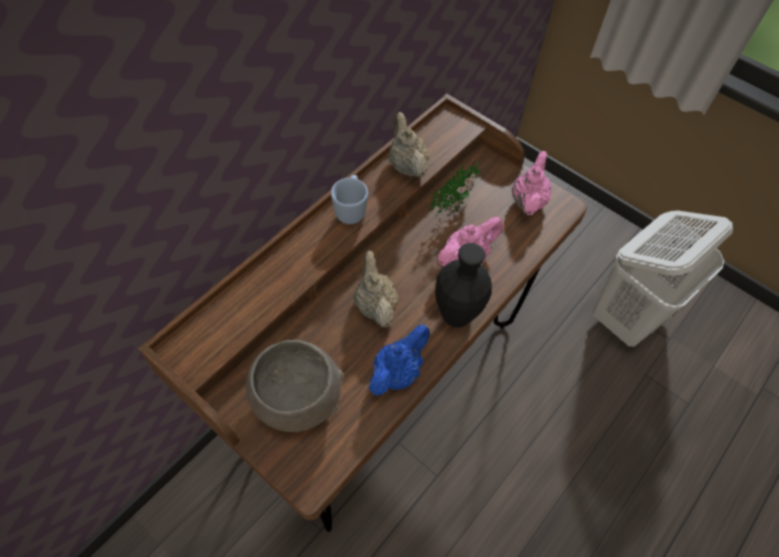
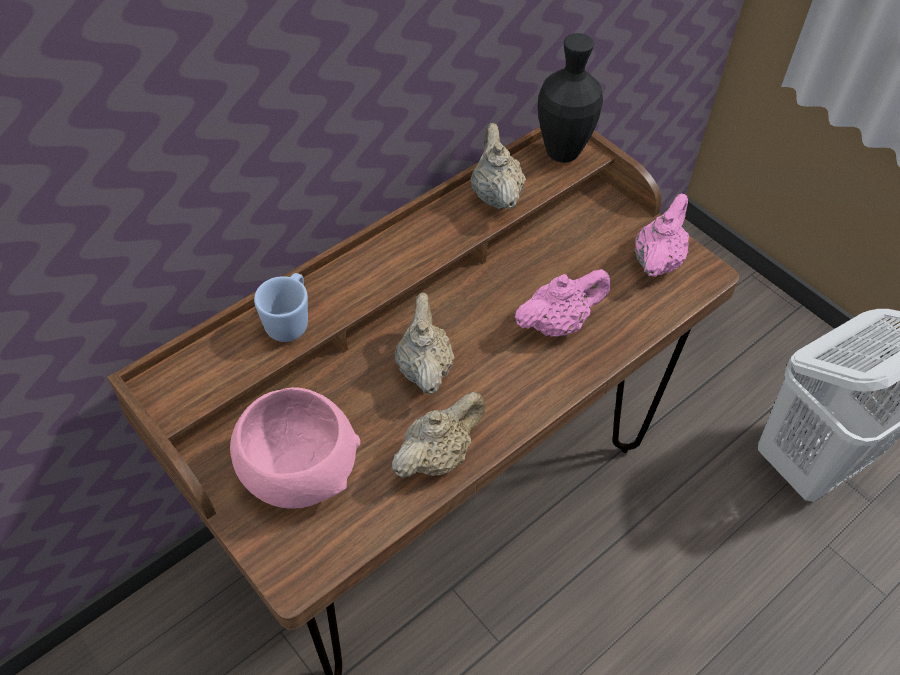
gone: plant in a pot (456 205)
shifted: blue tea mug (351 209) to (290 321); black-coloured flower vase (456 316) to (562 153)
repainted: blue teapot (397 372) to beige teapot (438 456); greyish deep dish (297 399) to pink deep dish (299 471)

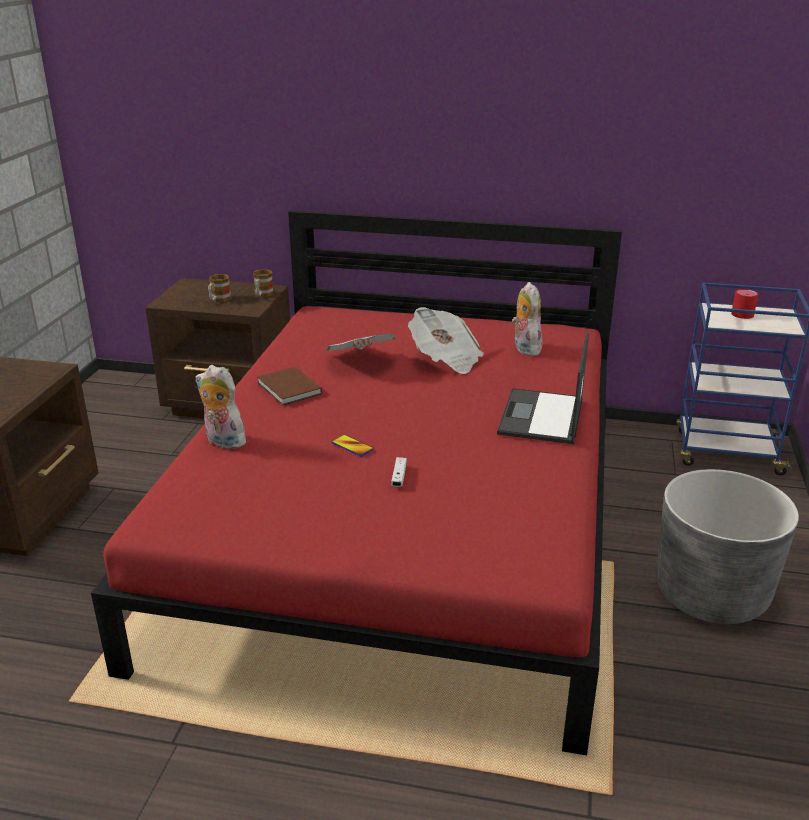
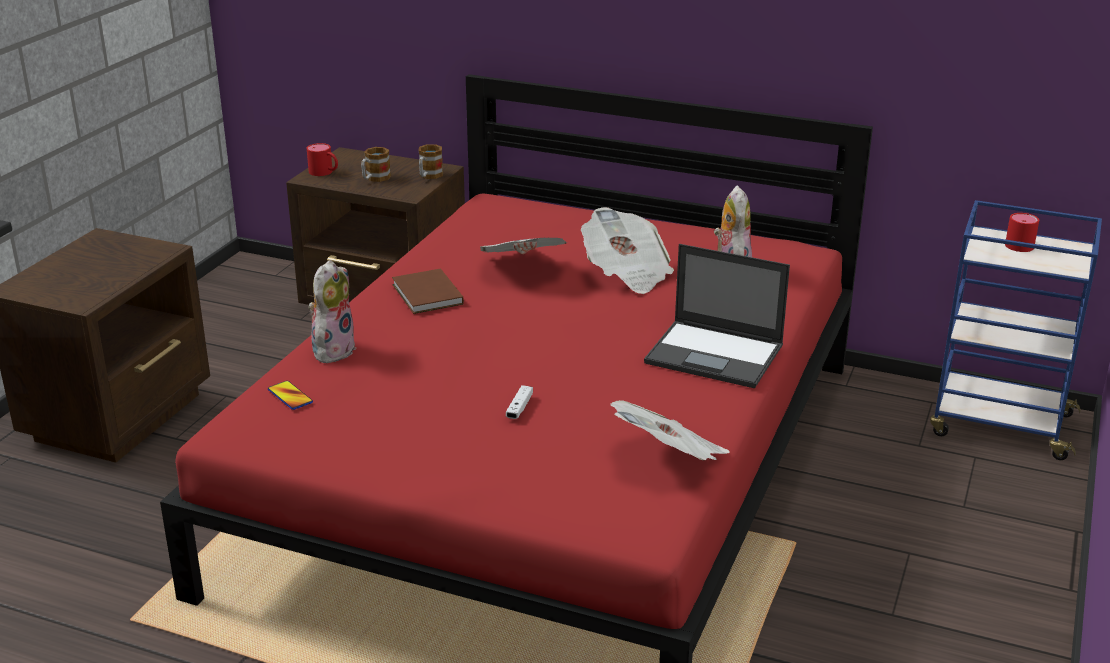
gone: greyish flower pot (711 593)
new: red tea mug (325 172); daily paper (670 458)
shifted: handset (352 446) to (290 396)
rotated: laptop (541 417) = (716 355) 90 degrees counterclockwise; soft toy (222 442) = (333 350) 75 degrees clockwise

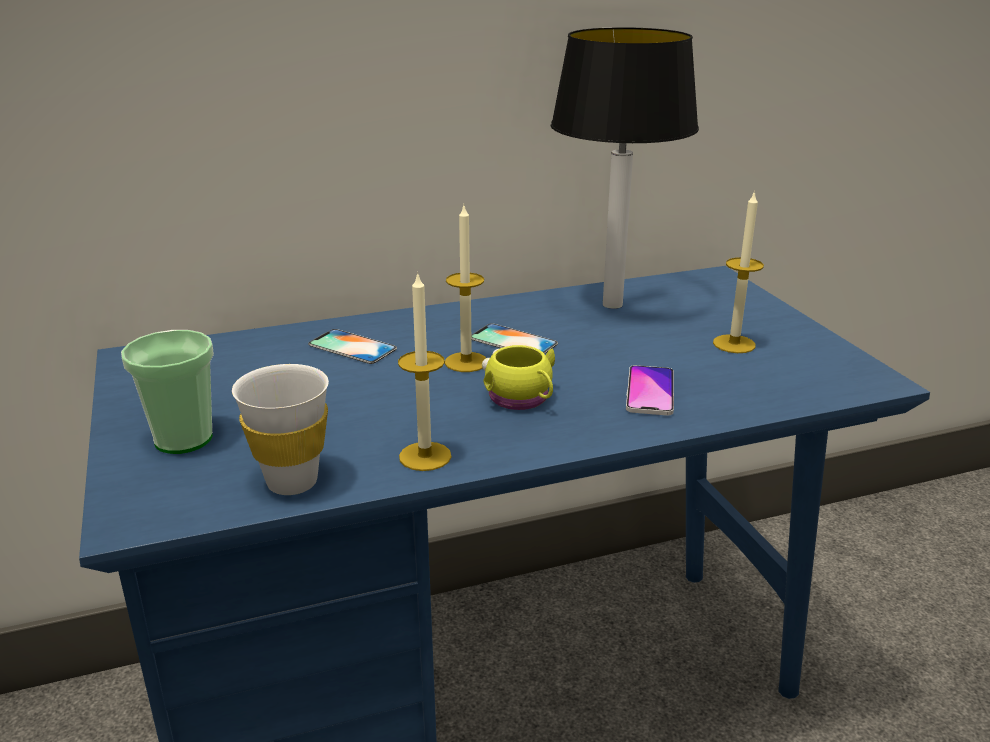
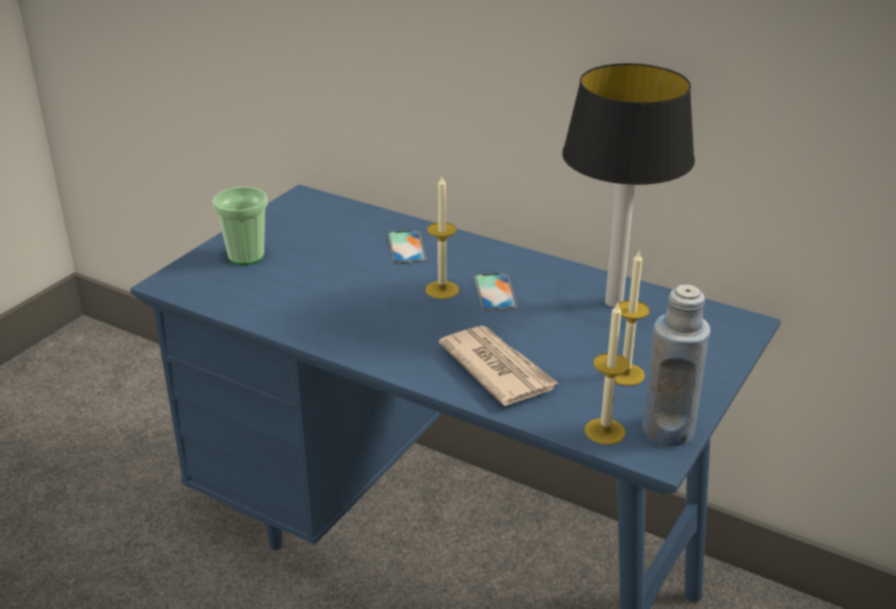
gone: yellowish tea mug (522 399); whitish cup (292 482)
new: blue beverage bottle (668 430)
shifted: wax light (425 456) to (604 431)
swapped: handset (650 392) to daily paper (497 368)

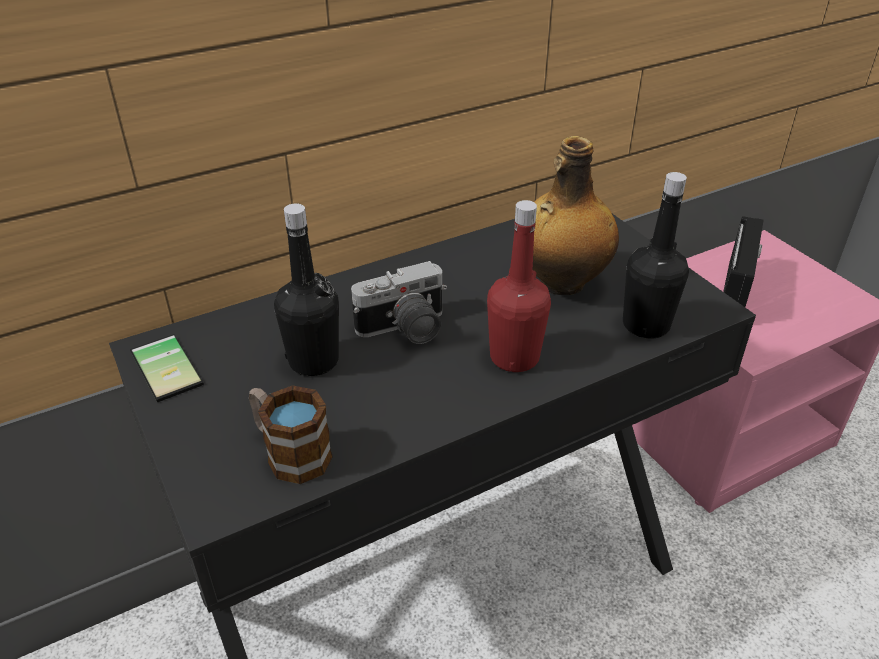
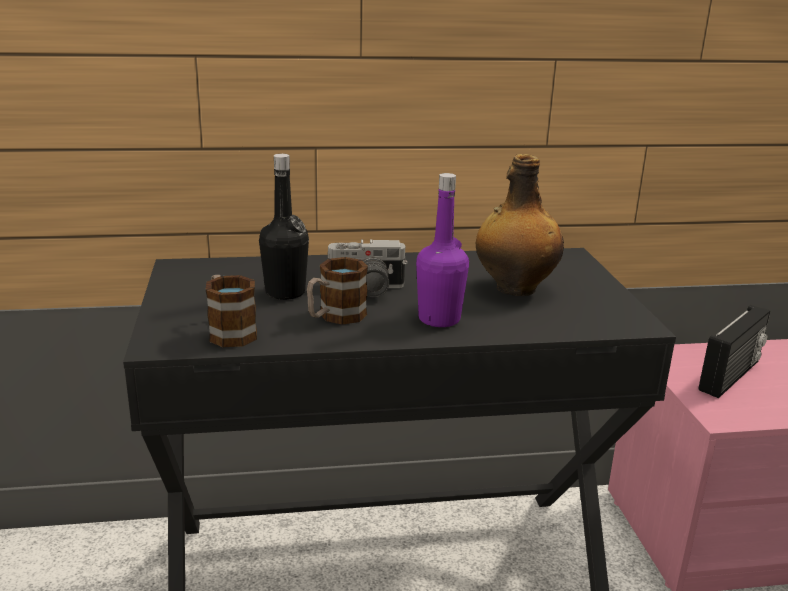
gone: black-coloured beverage bottle (646 325); handset (171 366)
new: tea mug (335 317)
repainted: red beverage bottle (514 357) to purplish beverage bottle (439 319)

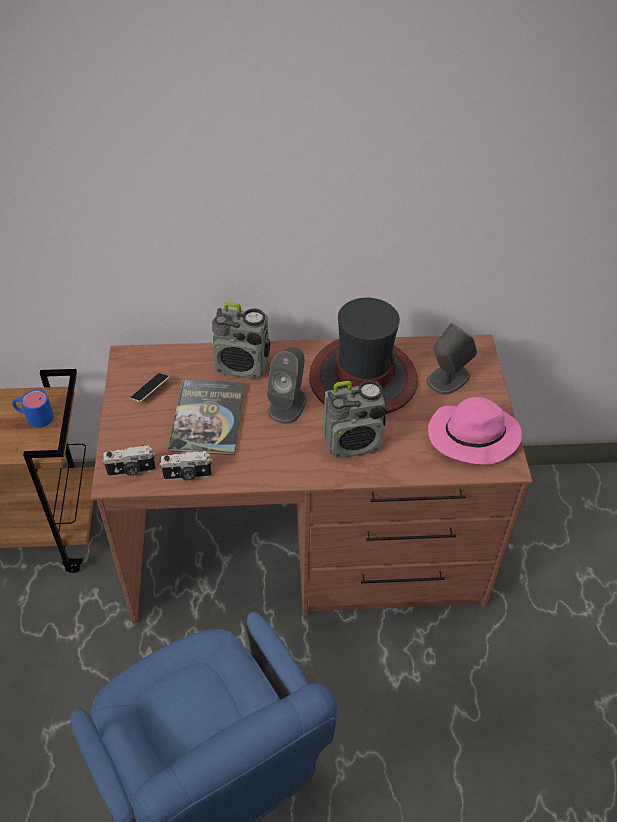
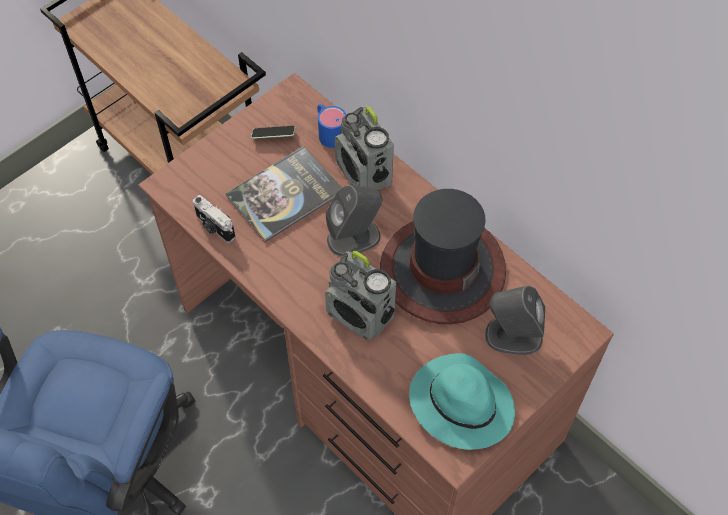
gone: still camera (131 471)
shifted: blue tea mug (34 417) to (329 131)
repainted: pink wearable hat (471 437) to turquoise-coloured wearable hat (459 403)

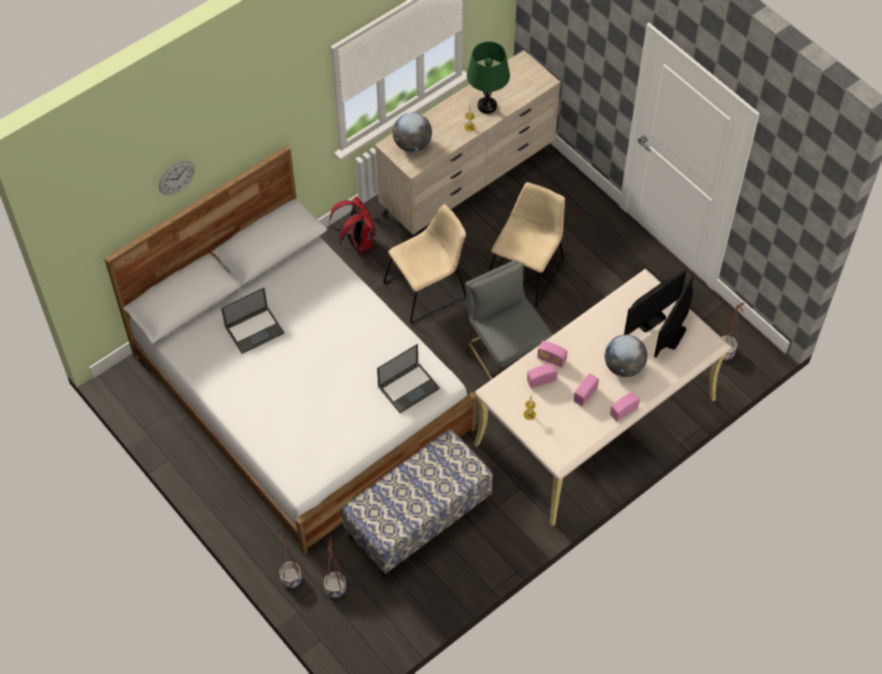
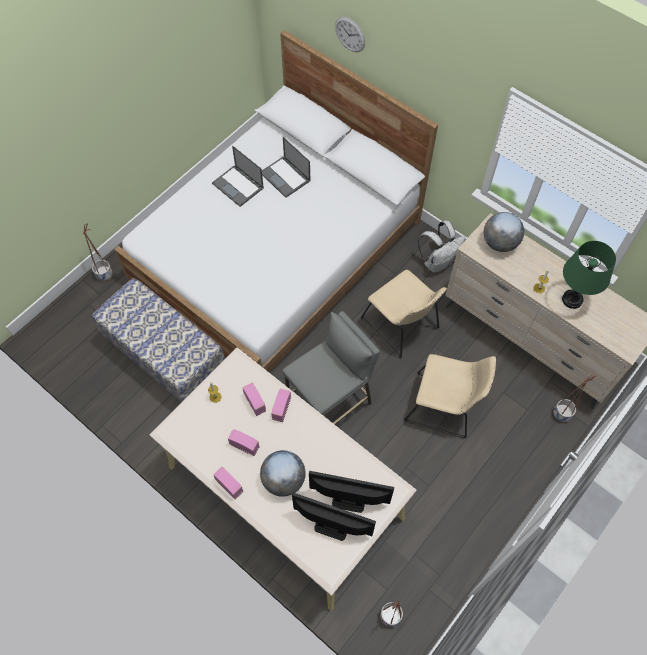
shifted: laptop (409 387) to (238 186); flower pot (335 589) to (561 414)
repainted: red backpack (357 242) to whitish backpack (437 262)
rotated: computer screen (649 319) = (348 500) 150 degrees clockwise

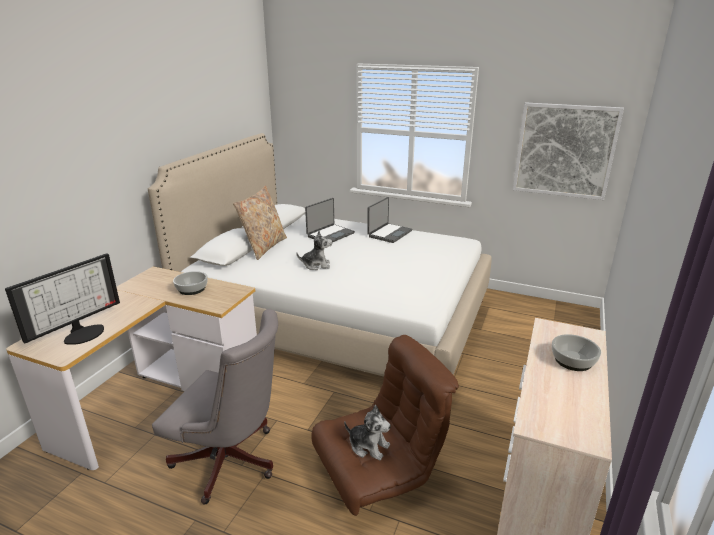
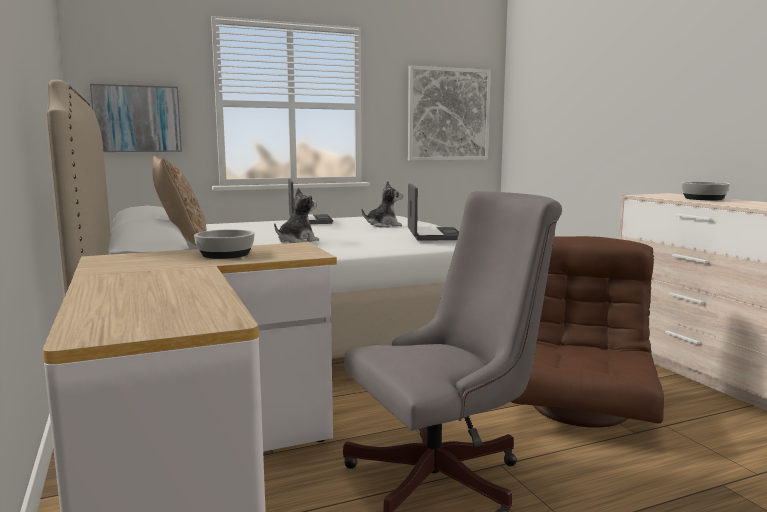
gone: computer screen (83 333)
new: wall picture (137 119)
shifted: laptop (330 234) to (433 235); soft toy (368 446) to (383 225)

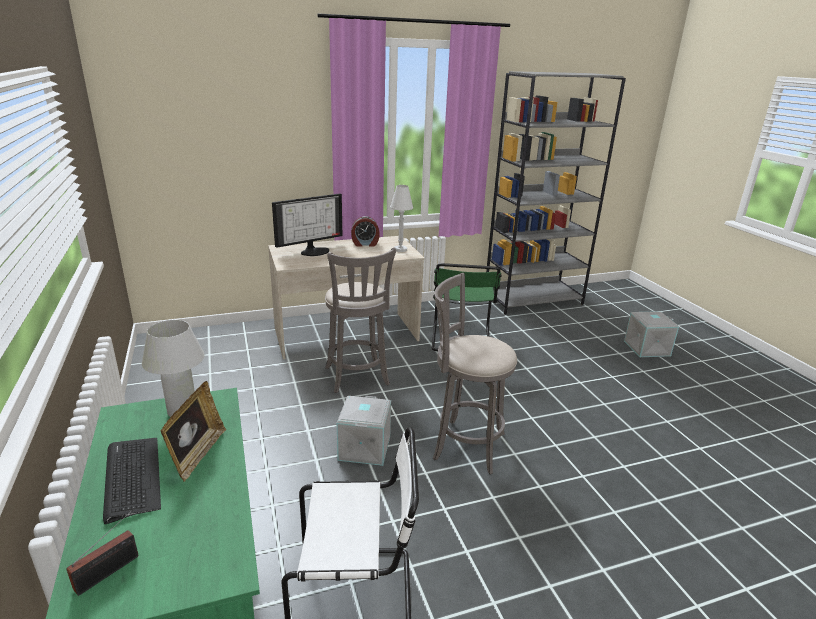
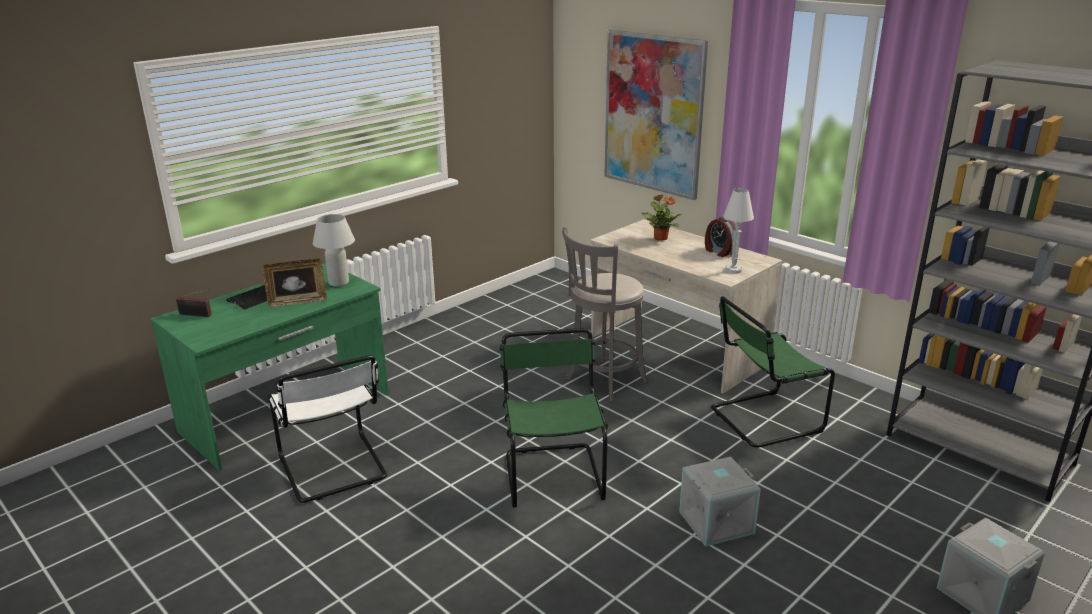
new: wall picture (653 113)
shifted: greyish storage container (363 447) to (716 521)
swapped: computer screen (314 251) to plant in a pot (660 238); greyish sitting stool (465 445) to green plain chair (552 473)

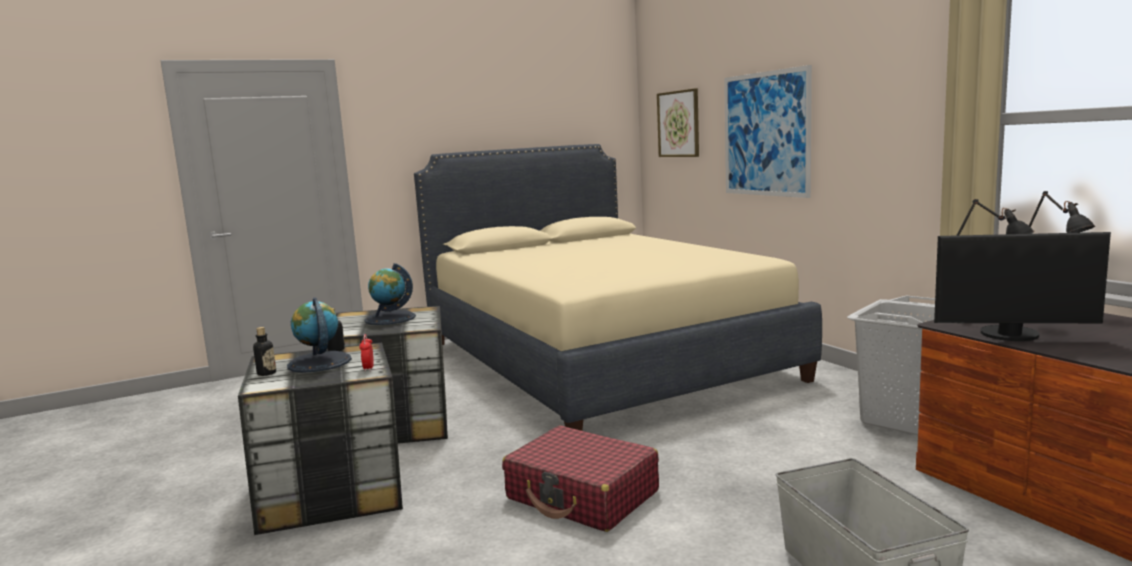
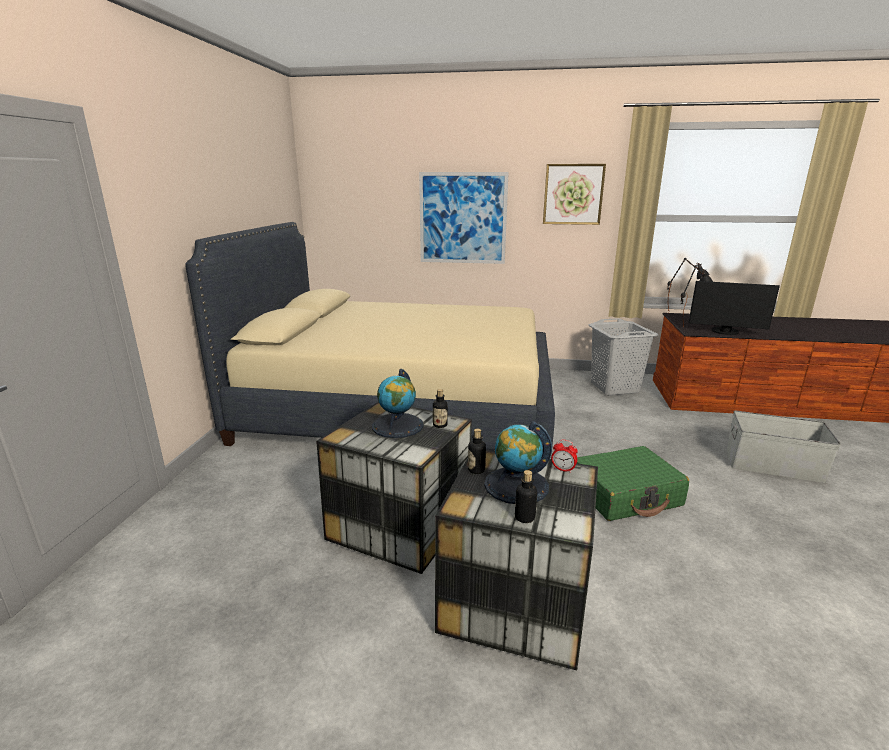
new: beverage bottle (440 425)
shifted: wall picture (678 124) to (573 194)
repainted: red travel case (582 495) to green travel case (626 495)
rotated: computer screen (1011 335) = (725 332) 60 degrees clockwise

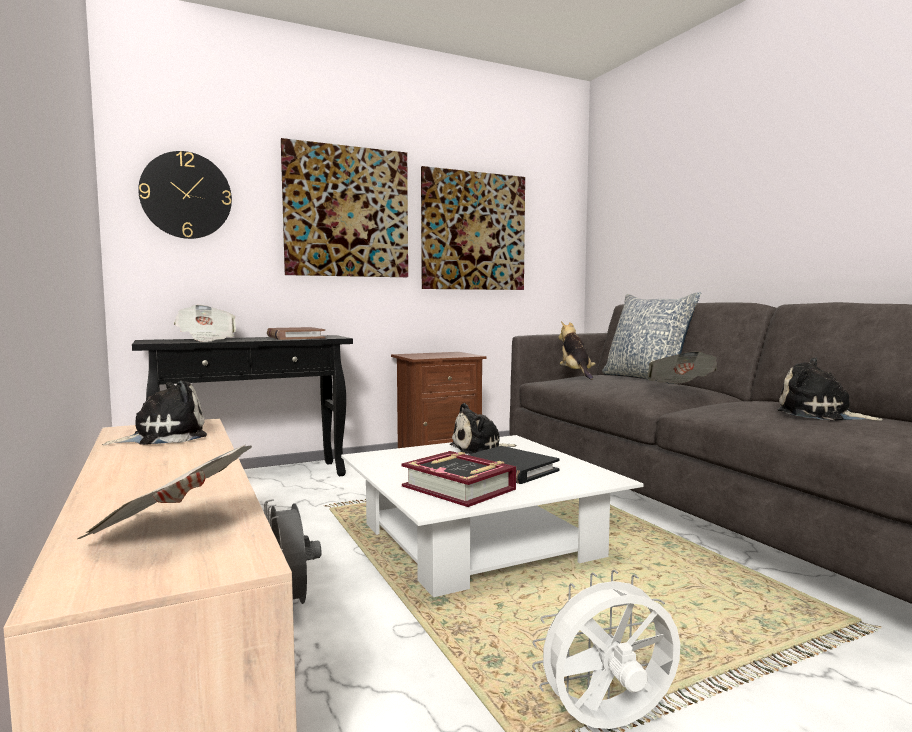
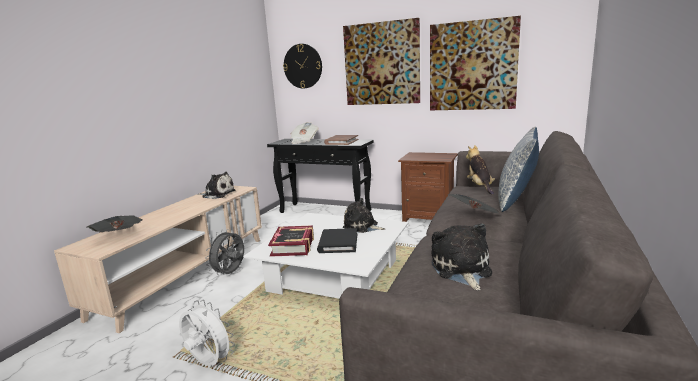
rotated: soft toy (576 375) = (480 187) 45 degrees counterclockwise

